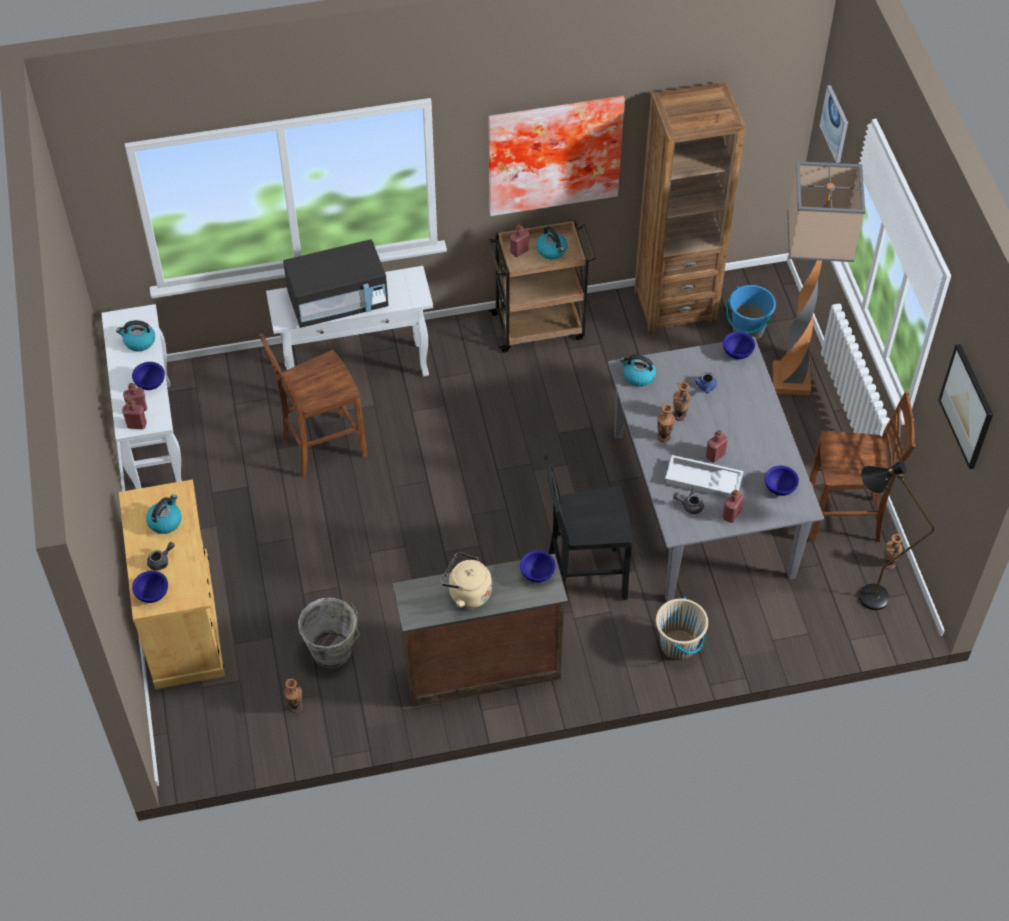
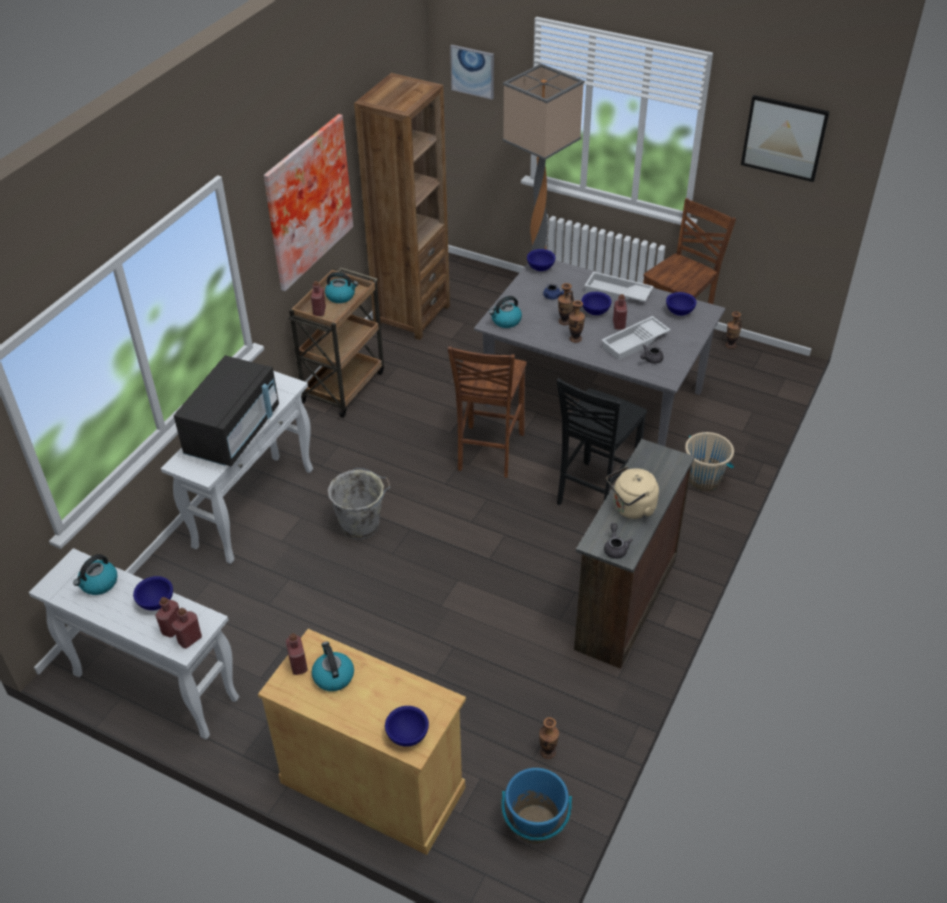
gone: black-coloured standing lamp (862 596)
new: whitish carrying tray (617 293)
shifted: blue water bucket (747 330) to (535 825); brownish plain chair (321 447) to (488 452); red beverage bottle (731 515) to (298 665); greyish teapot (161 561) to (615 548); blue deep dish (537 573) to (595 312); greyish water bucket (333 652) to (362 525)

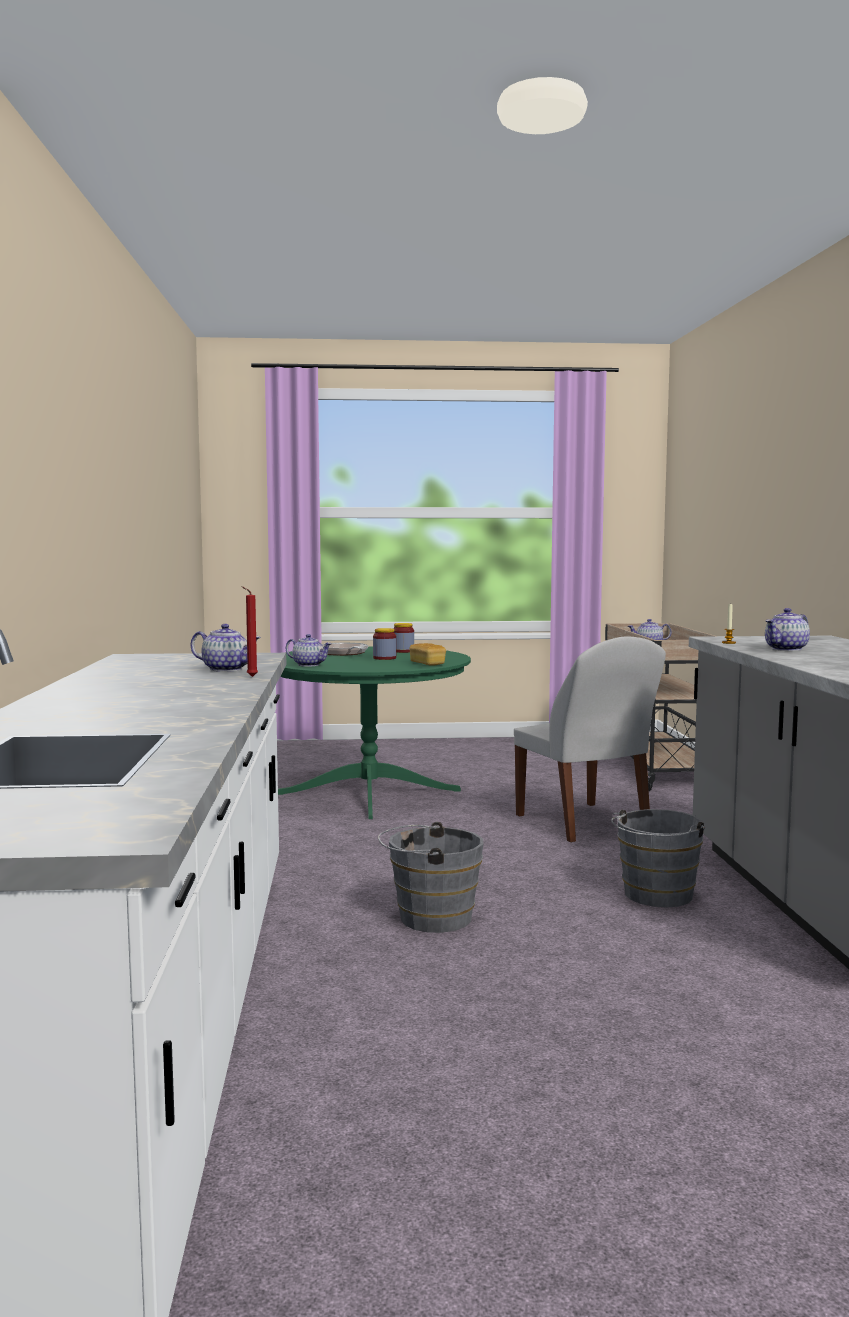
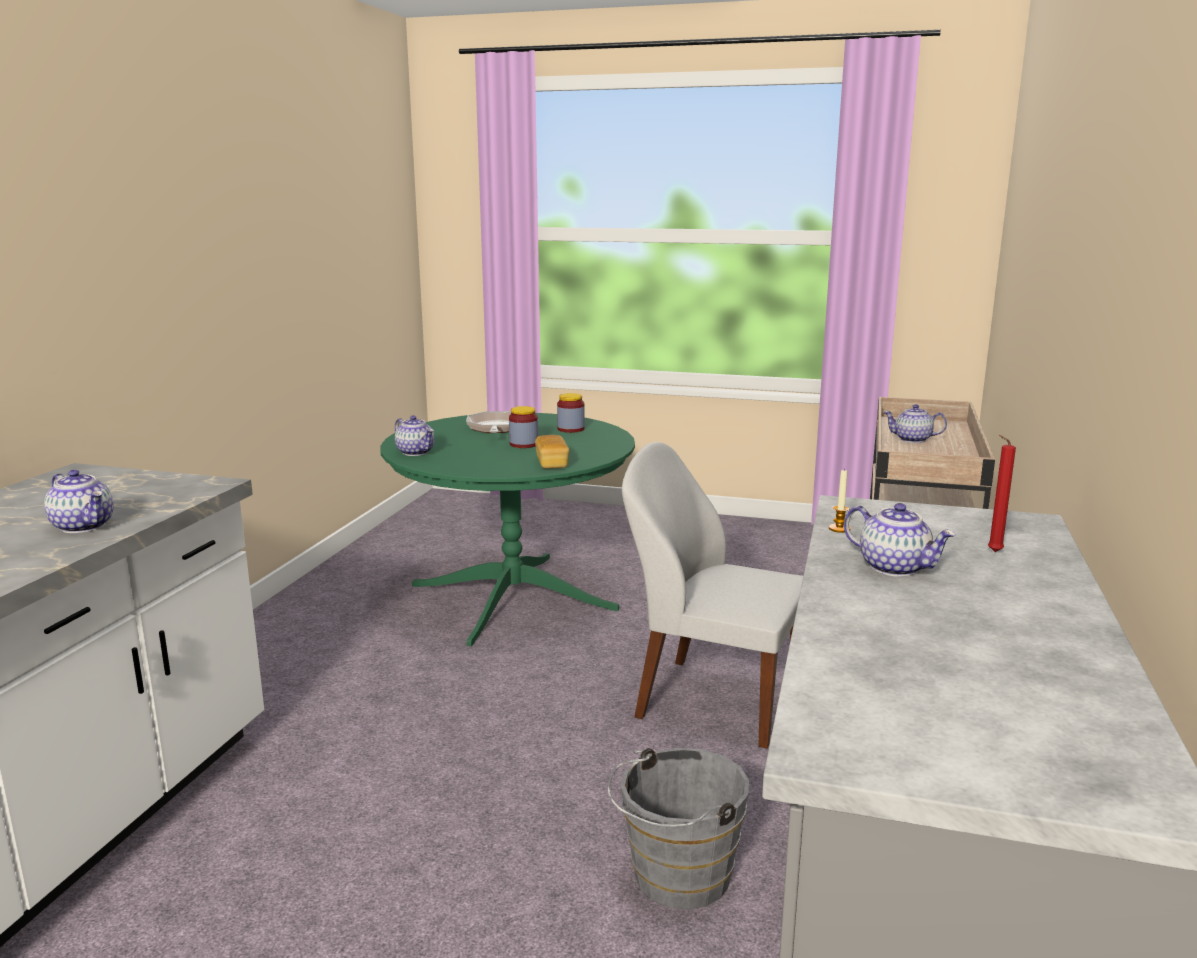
gone: greyish water bucket (429 918)
shifted: red wax light (250 677) to (992 552)
rotated: teapot (786 649) = (895 567) 120 degrees counterclockwise; whitish plain chair (583 824) = (713 700) 120 degrees clockwise

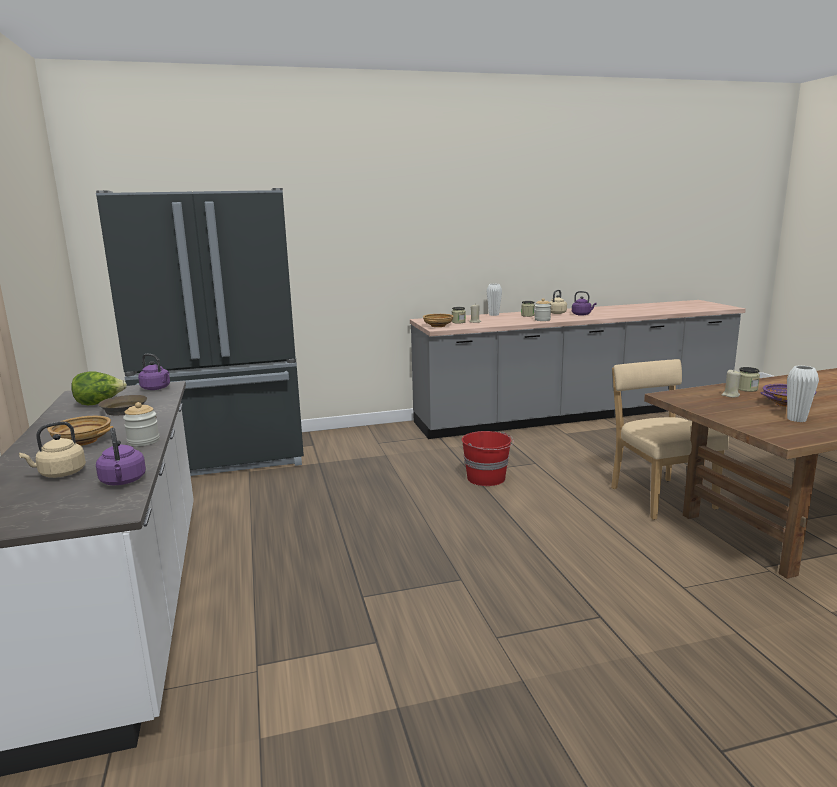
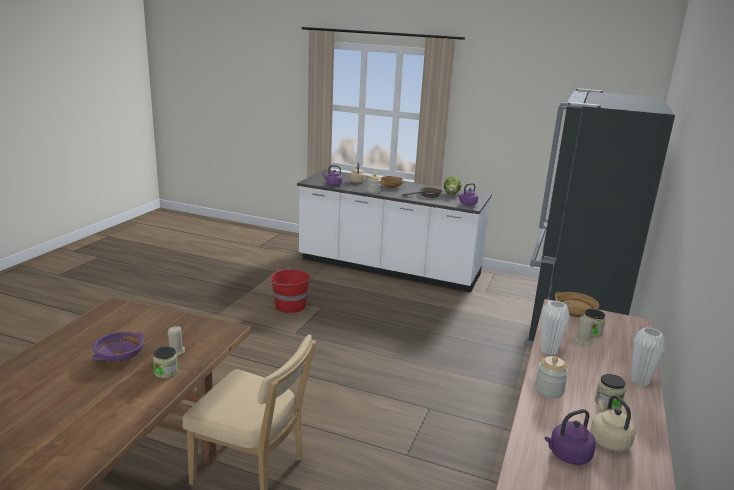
shifted: whitish flower vase (796 419) to (549 351); red water bucket (487 478) to (289 306)

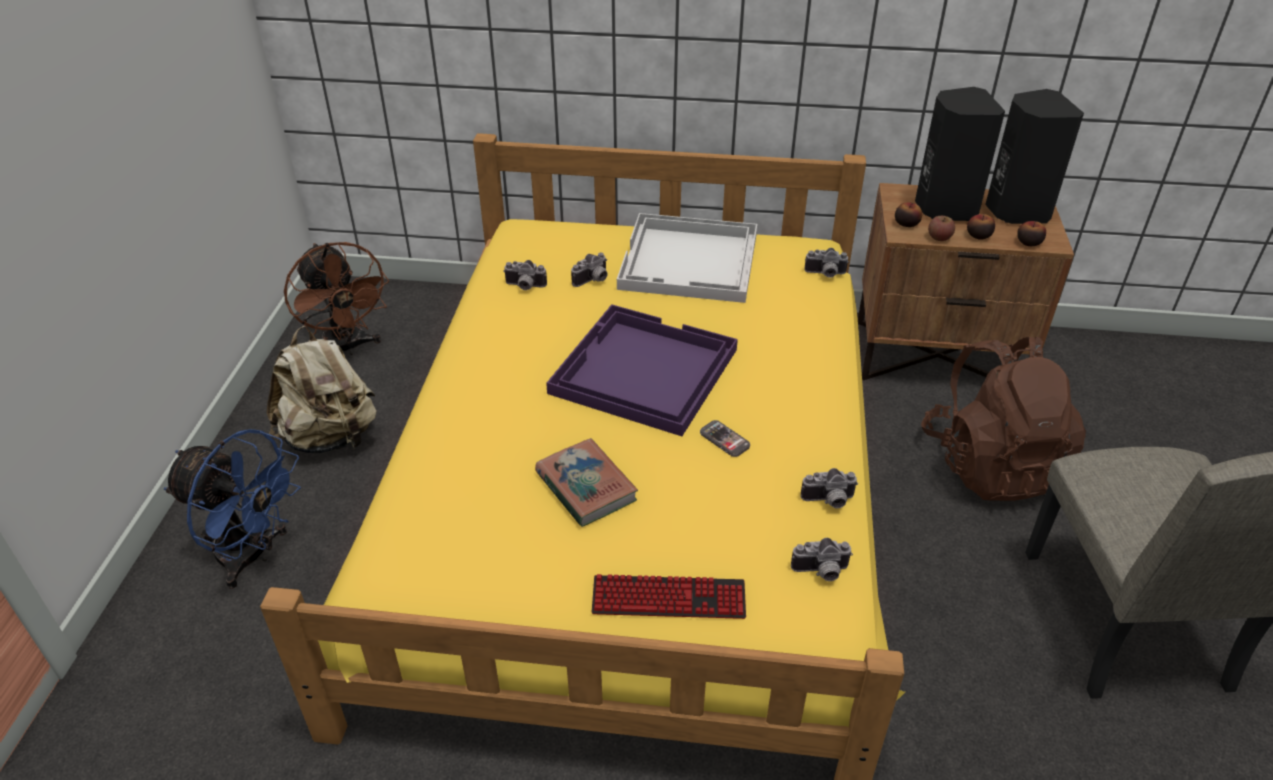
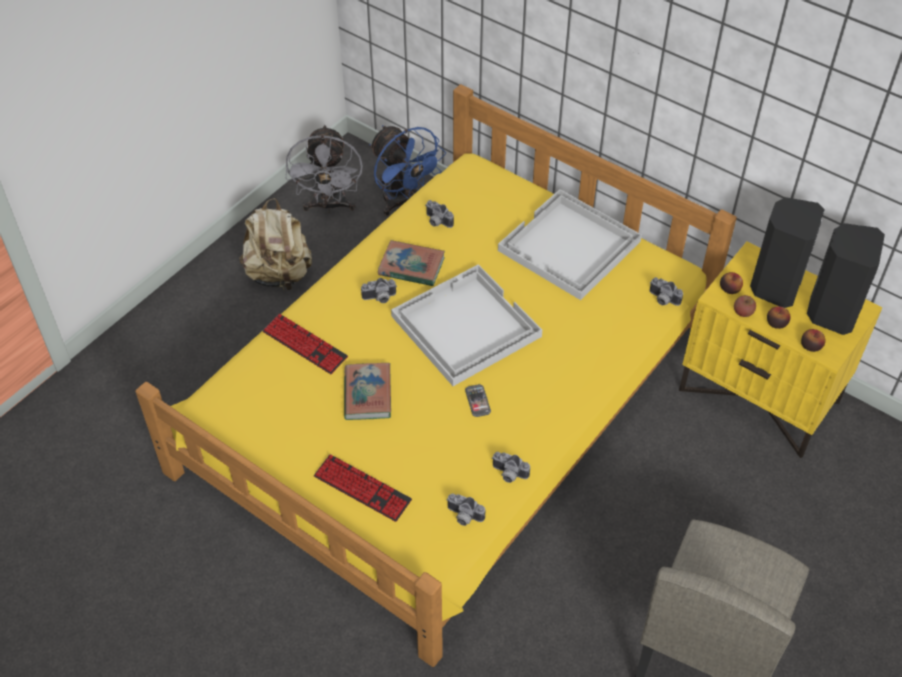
gone: brownish backpack (991 464)
new: book (411 267); PC keyboard (305 345)
shifted: still camera (593 280) to (380 298); blue electric fan (253 556) to (403 202)
repainted: brownish night table (938 354) to yellowish night table (760 395); brownish electric fan (347 348) to greyish electric fan (329 206); purplish carrying tray (642 371) to whitish carrying tray (464 326)

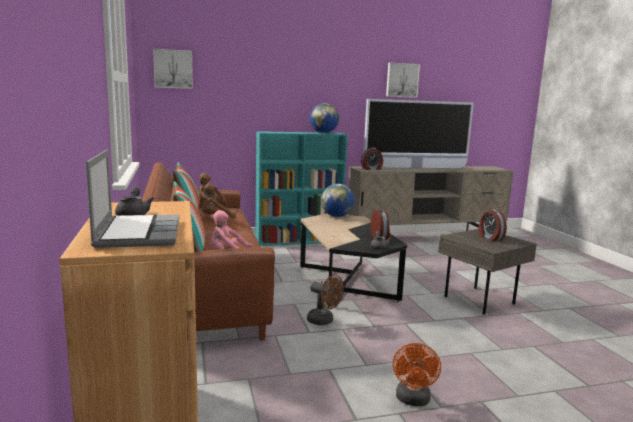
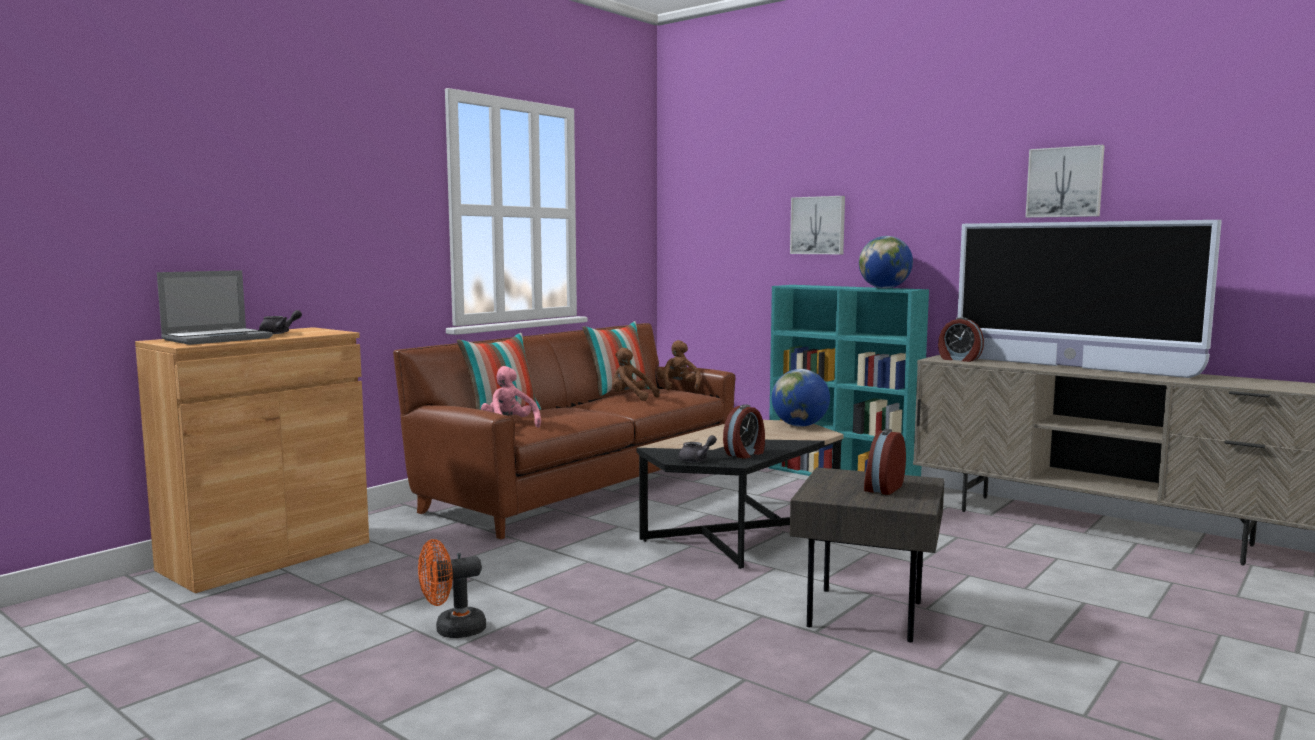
gone: brownish electric fan (324 321)
shifted: wall picture (173 69) to (818 225)

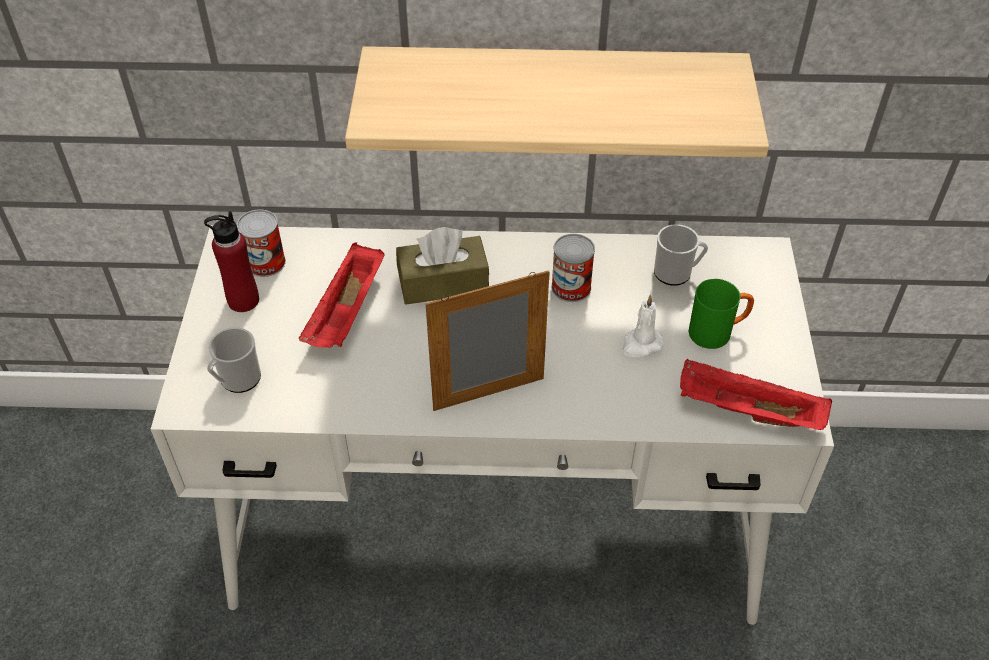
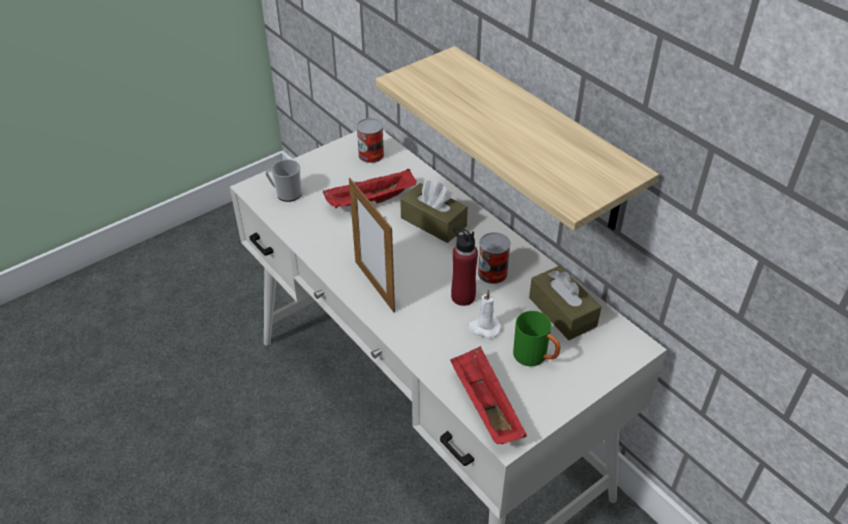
shifted: red beverage bottle (243 300) to (463 297)
swapped: tea mug (676 273) to brownish tissue box (562 312)
rotated: picture frame (489 394) = (374 286) 150 degrees counterclockwise

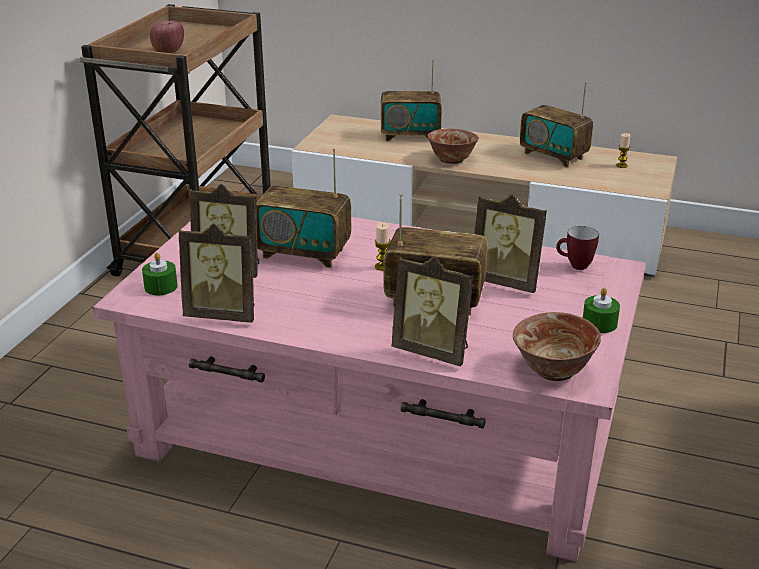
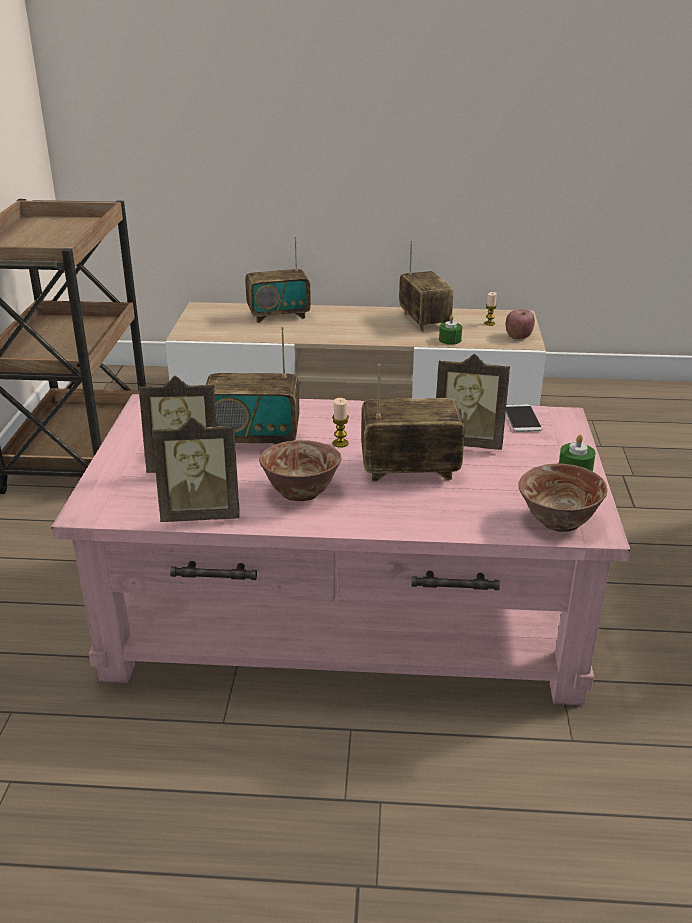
gone: picture frame (433 351)
shifted: whole apple (168 51) to (518 336); deep dish (451 160) to (300 492); green wax light (161 287) to (450 340)
swapped: tea mug (574 266) to handset (522 419)
rotated: radio set (553 156) = (424 321) 135 degrees counterclockwise

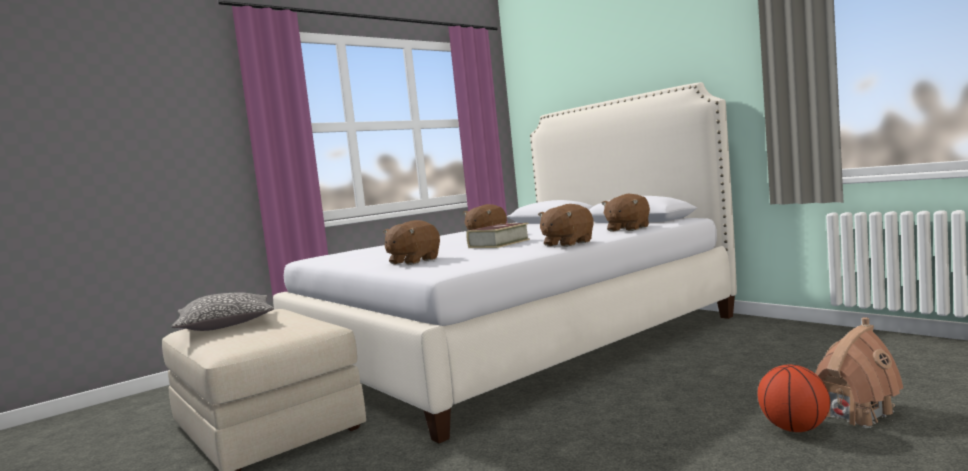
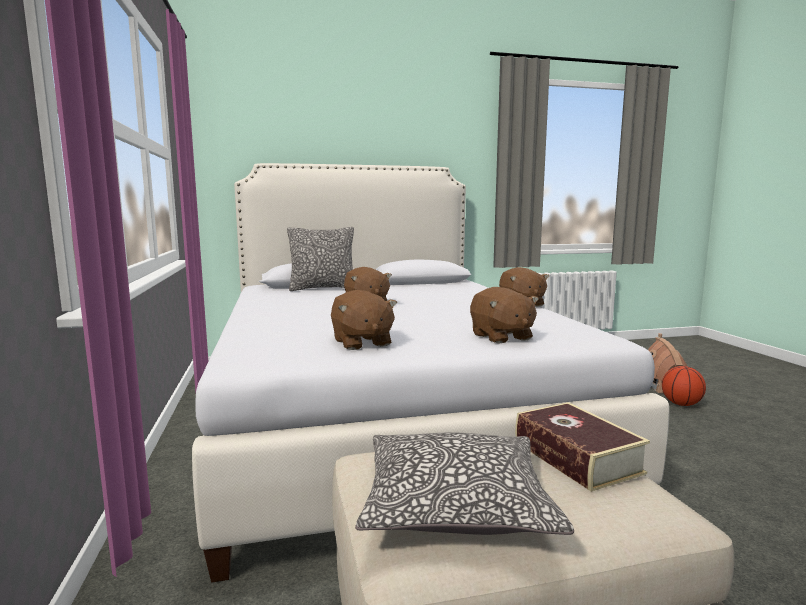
new: cushion (323 288)
shifted: brownish soft toy (627 229) to (361 343); book (499 243) to (576 457)

